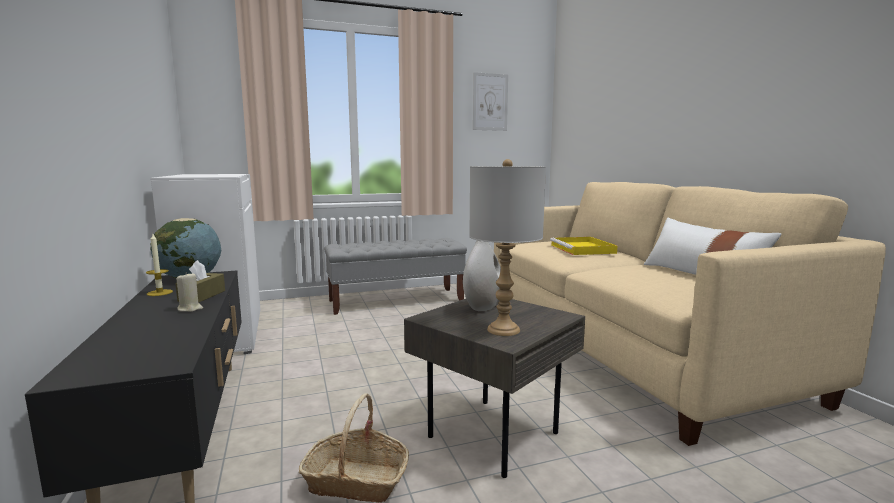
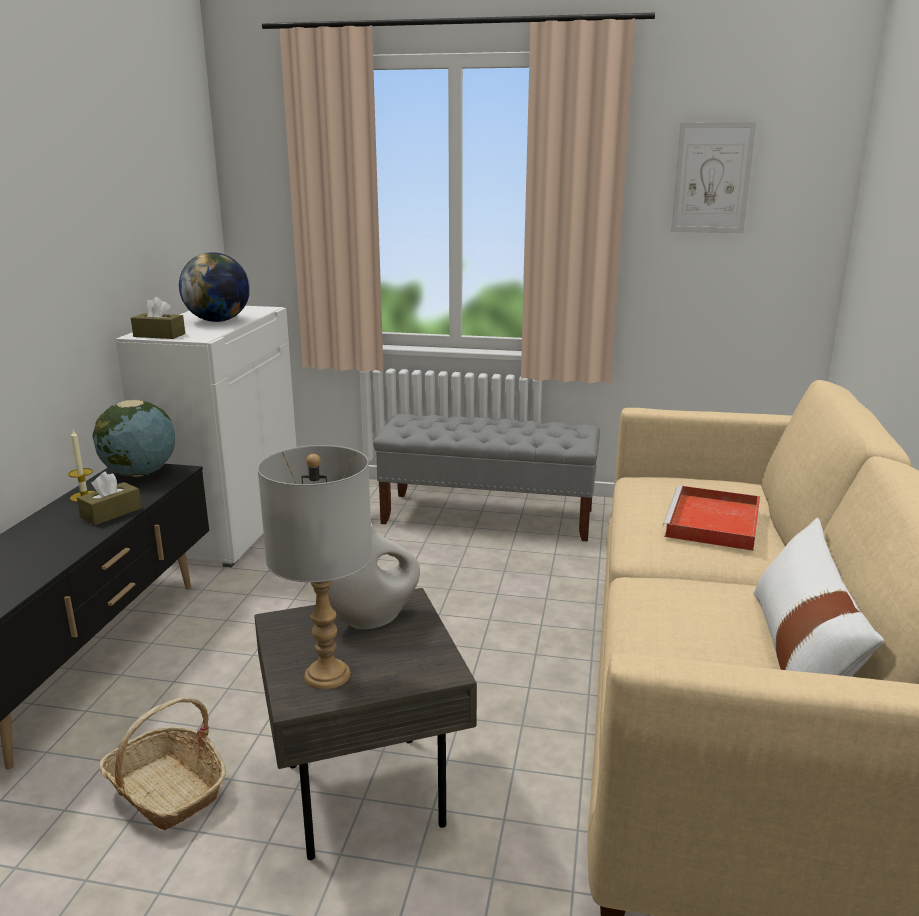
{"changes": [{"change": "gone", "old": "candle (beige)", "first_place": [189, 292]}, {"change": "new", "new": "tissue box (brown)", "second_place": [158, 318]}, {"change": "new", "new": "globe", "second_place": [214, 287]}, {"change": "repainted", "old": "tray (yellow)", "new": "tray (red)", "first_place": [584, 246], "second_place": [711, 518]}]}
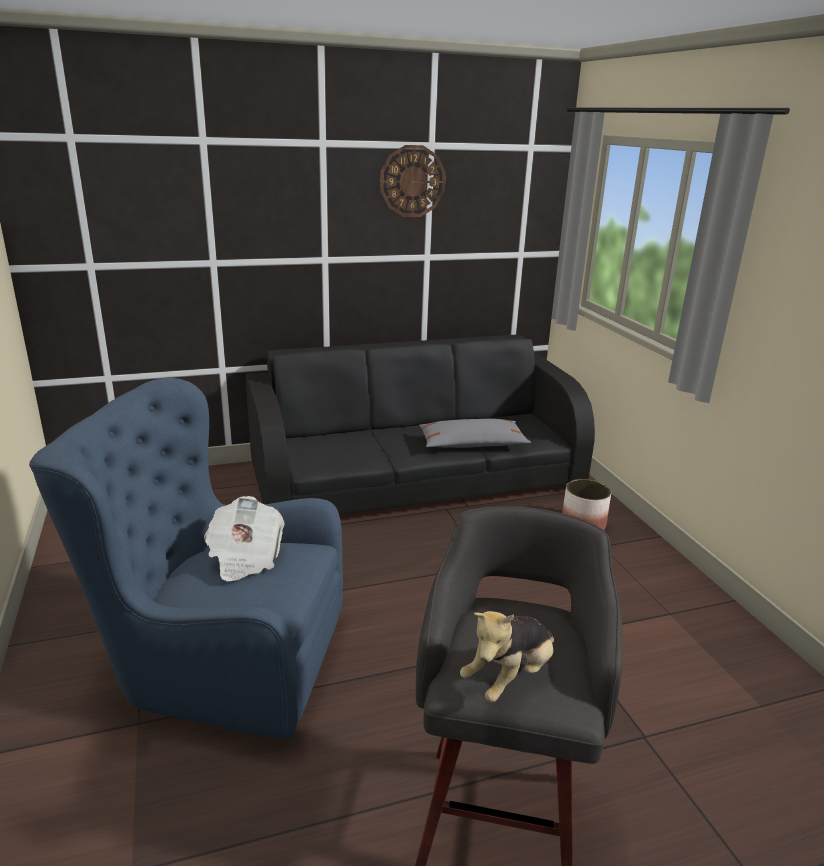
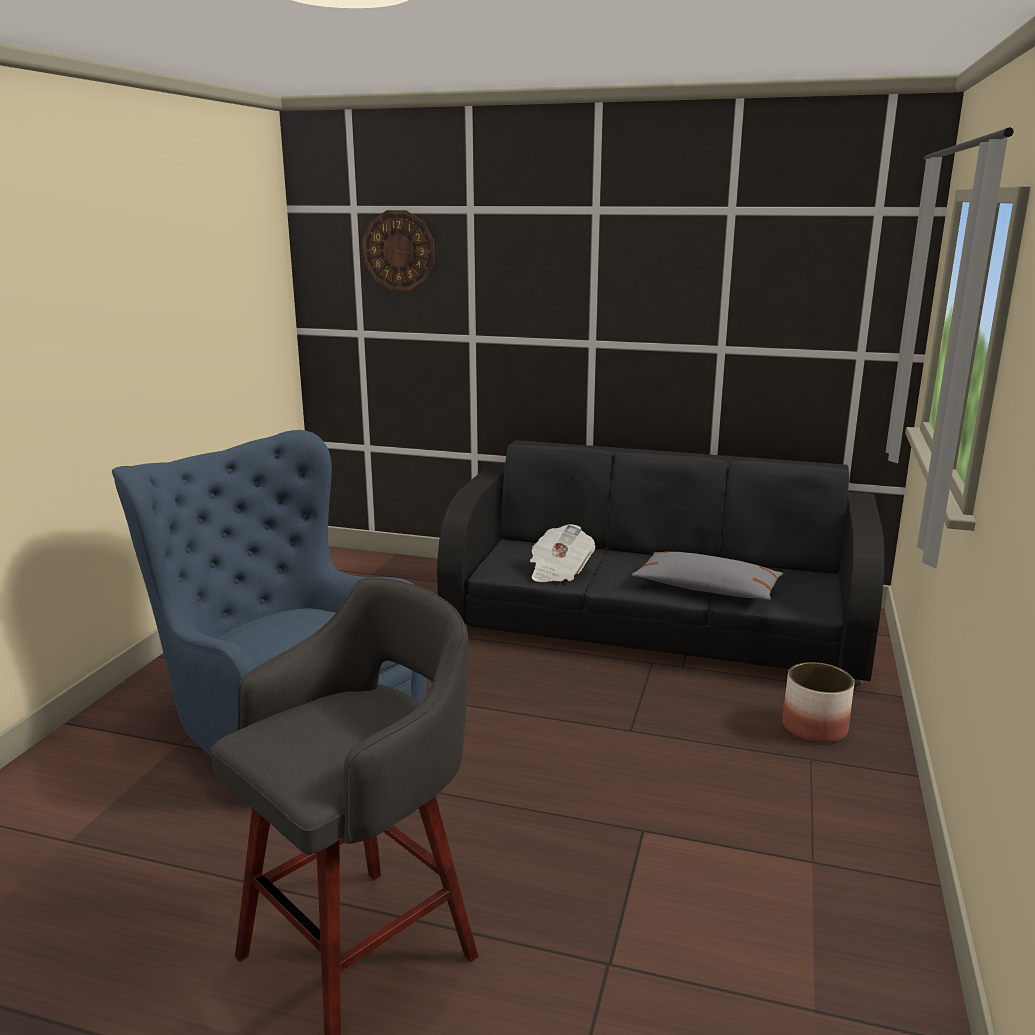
{"changes": [{"change": "gone", "old": "plush toy", "first_place": [507, 657]}, {"change": "shifted", "old": "newspaper", "first_place": [244, 539], "second_place": [562, 553]}, {"change": "shifted", "old": "wall clock", "first_place": [413, 181], "second_place": [398, 250]}]}
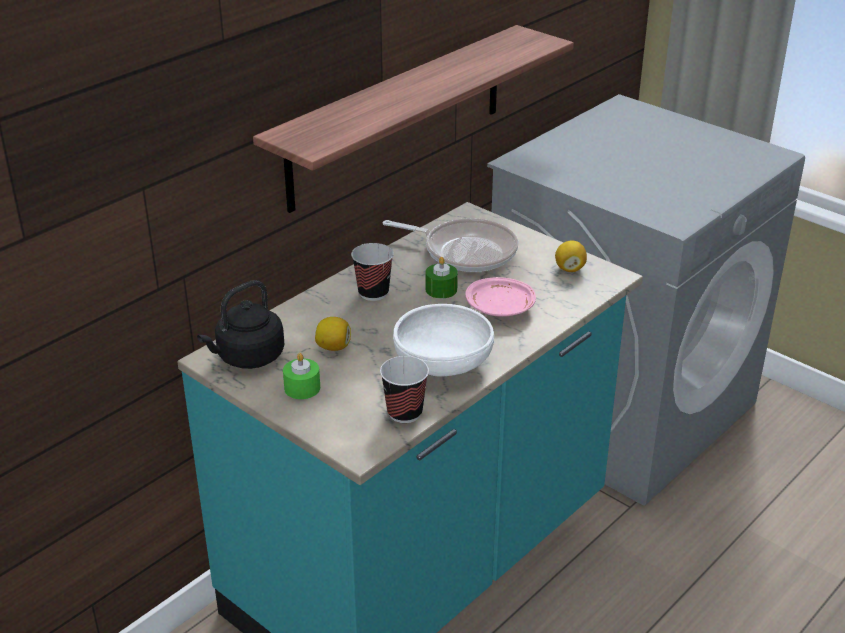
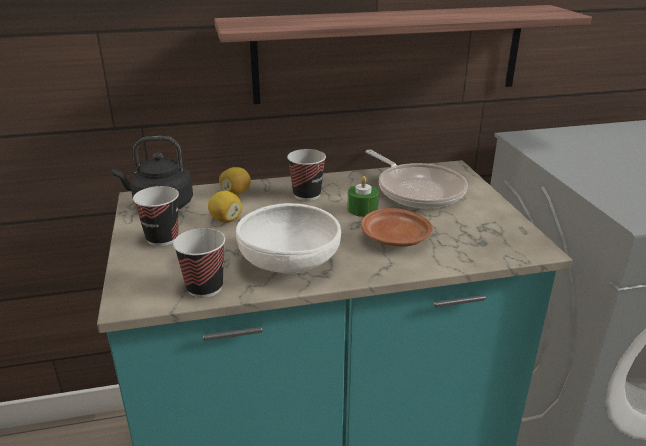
{"changes": [{"change": "shifted", "old": "lemon", "first_place": [571, 256], "second_place": [235, 181]}, {"change": "swapped", "old": "candle (green)", "new": "cup", "first_place": [301, 376], "second_place": [156, 216]}, {"change": "repainted", "old": "plate (pink)", "new": "plate (brown)", "first_place": [500, 297], "second_place": [397, 227]}]}
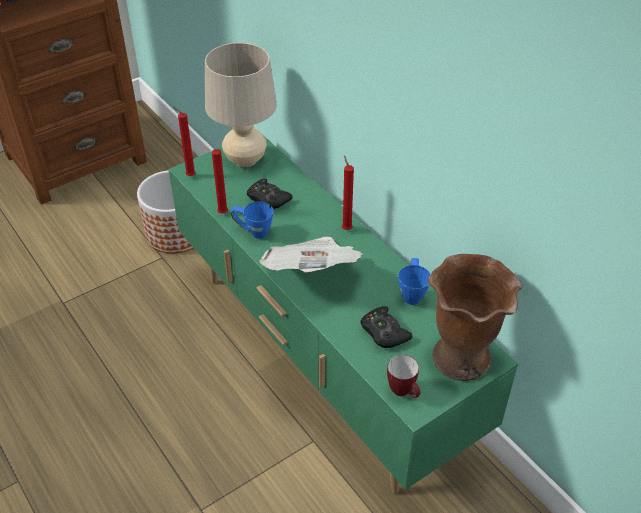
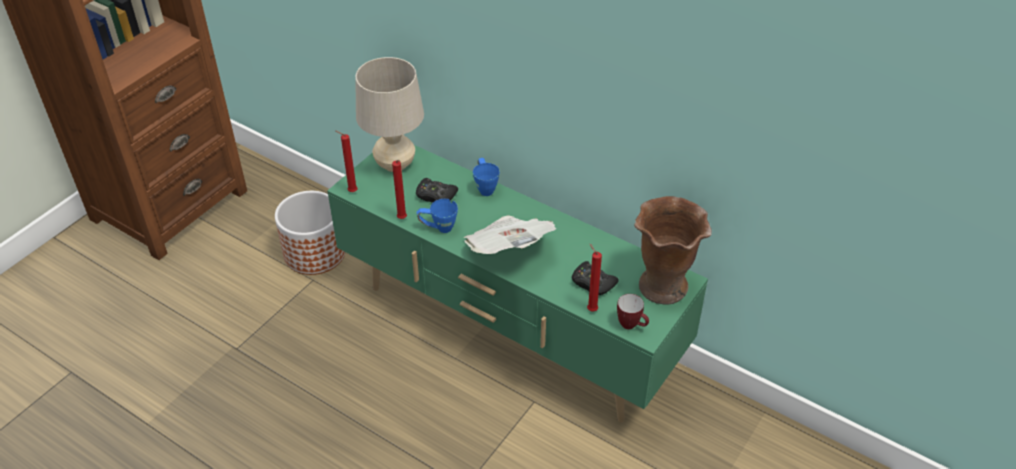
{"changes": [{"change": "shifted", "old": "candle (red)", "first_place": [348, 192], "second_place": [594, 277]}, {"change": "shifted", "old": "mug (blue)", "first_place": [414, 281], "second_place": [486, 177]}]}
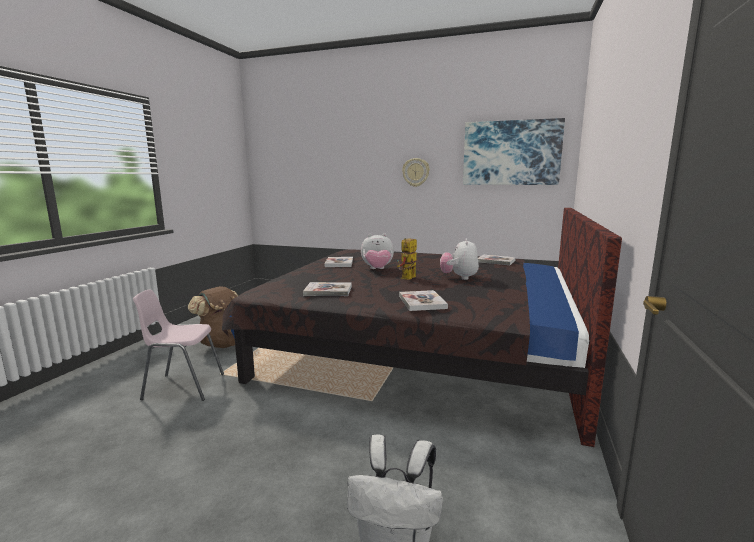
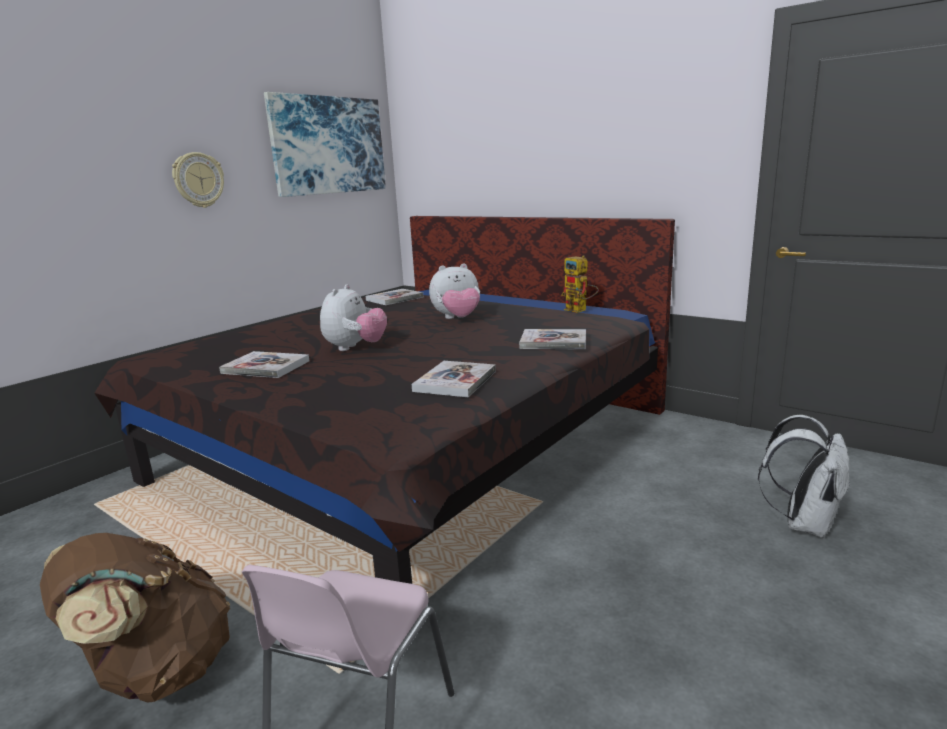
{"changes": [{"change": "shifted", "old": "toy robot", "first_place": [407, 259], "second_place": [580, 284]}, {"change": "rotated", "old": "plush toy", "first_place": [459, 259], "second_place": [454, 291], "degrees": -45}]}
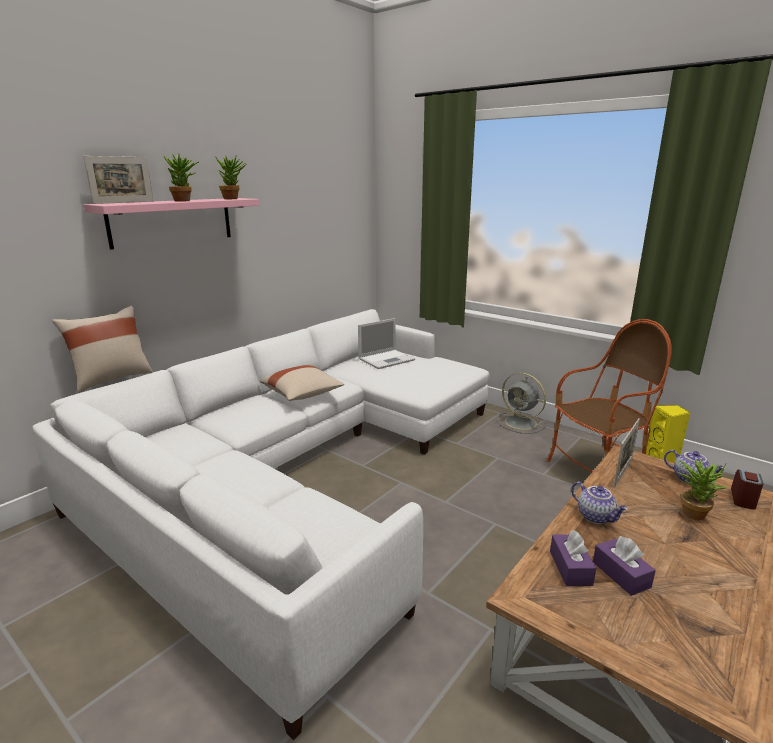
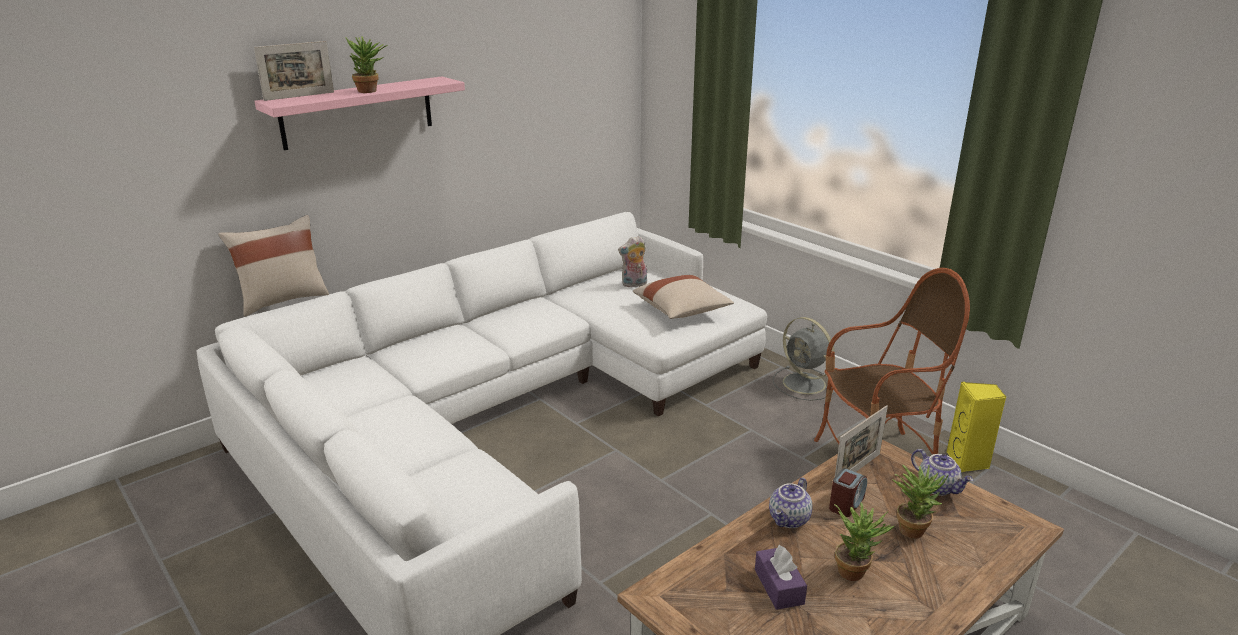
{"changes": [{"change": "gone", "old": "tissue box (purple)", "first_place": [573, 558]}, {"change": "shifted", "old": "potted plant", "first_place": [231, 177], "second_place": [864, 541]}, {"change": "shifted", "old": "pillow (beige)", "first_place": [302, 383], "second_place": [683, 297]}, {"change": "shifted", "old": "alarm clock", "first_place": [747, 489], "second_place": [848, 492]}, {"change": "swapped", "old": "laptop", "new": "plush toy", "first_place": [386, 343], "second_place": [632, 261]}, {"change": "rotated", "old": "teapot", "first_place": [599, 503], "second_place": [791, 502], "degrees": 60}]}
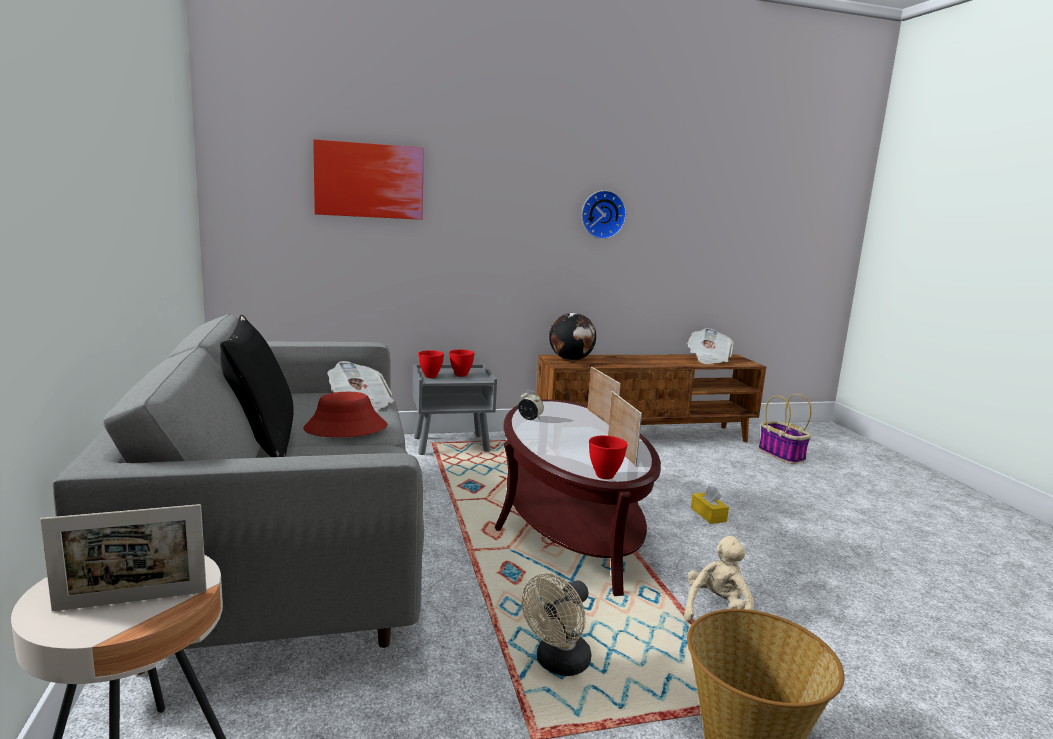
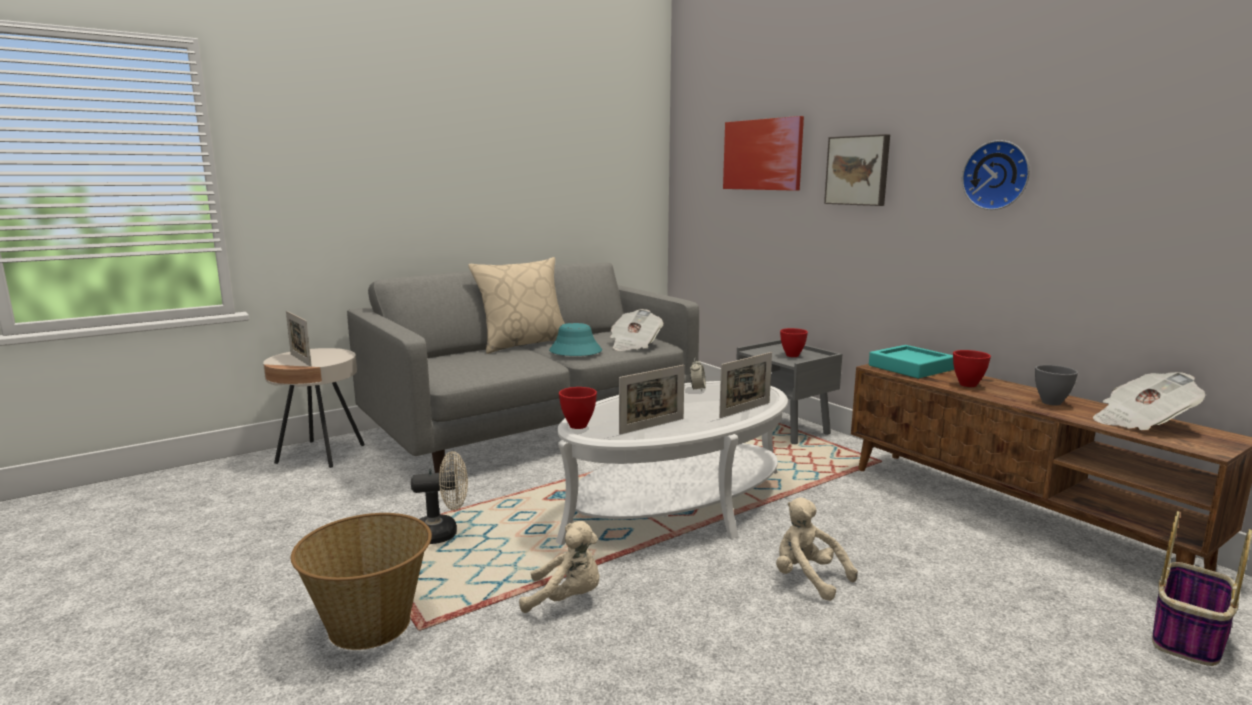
{"changes": [{"change": "new", "new": "picture", "second_place": [857, 170]}, {"change": "new", "new": "bowl (grey)", "second_place": [1056, 385]}, {"change": "shifted", "old": "bowl (red)", "first_place": [431, 364], "second_place": [972, 368]}, {"change": "swapped", "old": "globe", "new": "tray (turquoise)", "first_place": [572, 337], "second_place": [911, 361]}, {"change": "swapped", "old": "tissue box (yellow)", "new": "plush toy (beige)", "first_place": [710, 505], "second_place": [817, 549]}, {"change": "repainted", "old": "pillow (black)", "new": "pillow (beige)", "first_place": [257, 386], "second_place": [516, 305]}, {"change": "repainted", "old": "hat (red)", "new": "hat (turquoise)", "first_place": [345, 414], "second_place": [575, 339]}, {"change": "repainted", "old": "coffee table (brown)", "new": "coffee table (white)", "first_place": [578, 497], "second_place": [672, 463]}, {"change": "rotated", "old": "fan (beige)", "first_place": [556, 624], "second_place": [439, 497], "degrees": 150}]}
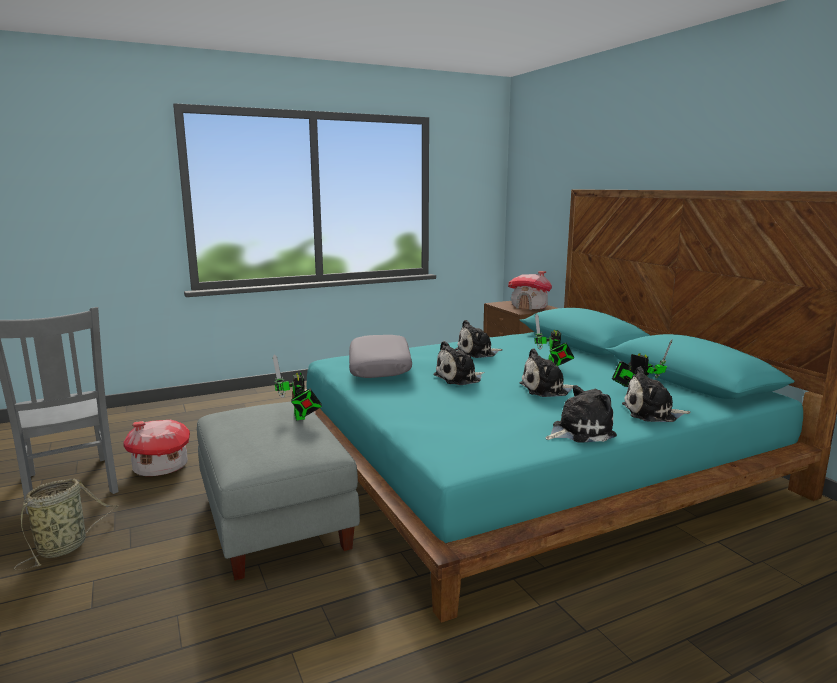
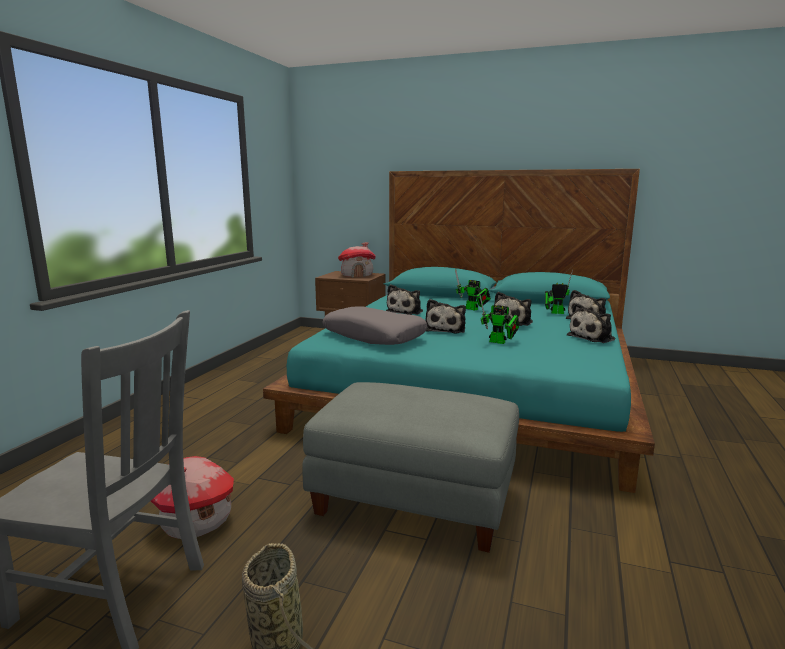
{"changes": [{"change": "shifted", "old": "toy robot", "first_place": [297, 387], "second_place": [499, 318]}, {"change": "rotated", "old": "plush toy", "first_place": [581, 414], "second_place": [591, 323], "degrees": -150}]}
